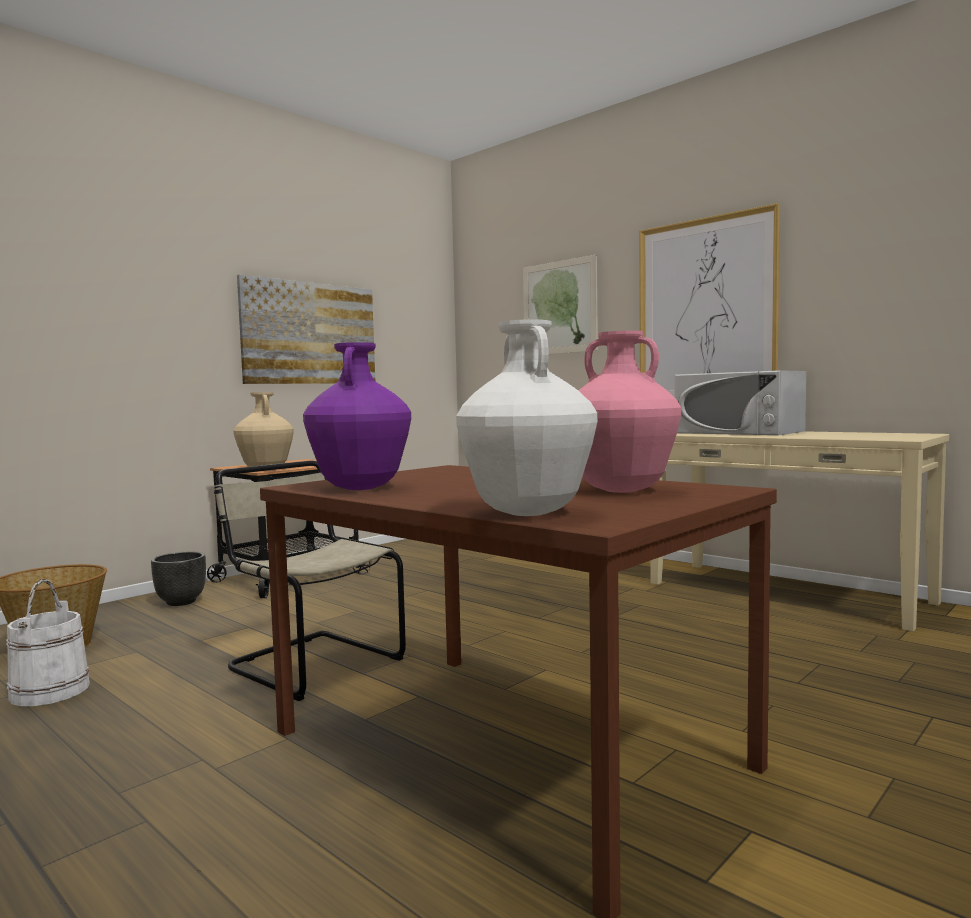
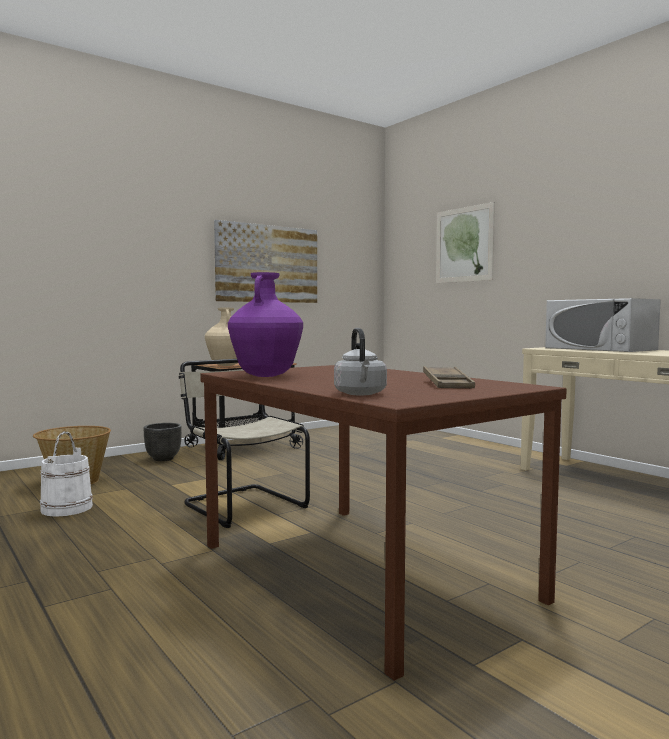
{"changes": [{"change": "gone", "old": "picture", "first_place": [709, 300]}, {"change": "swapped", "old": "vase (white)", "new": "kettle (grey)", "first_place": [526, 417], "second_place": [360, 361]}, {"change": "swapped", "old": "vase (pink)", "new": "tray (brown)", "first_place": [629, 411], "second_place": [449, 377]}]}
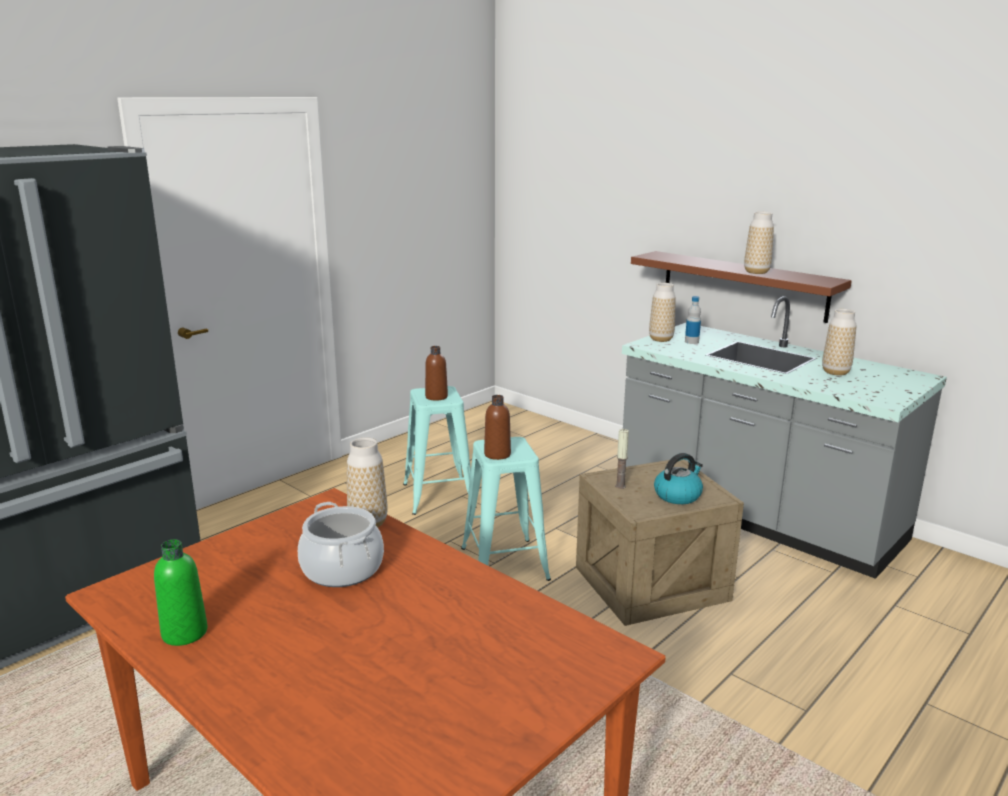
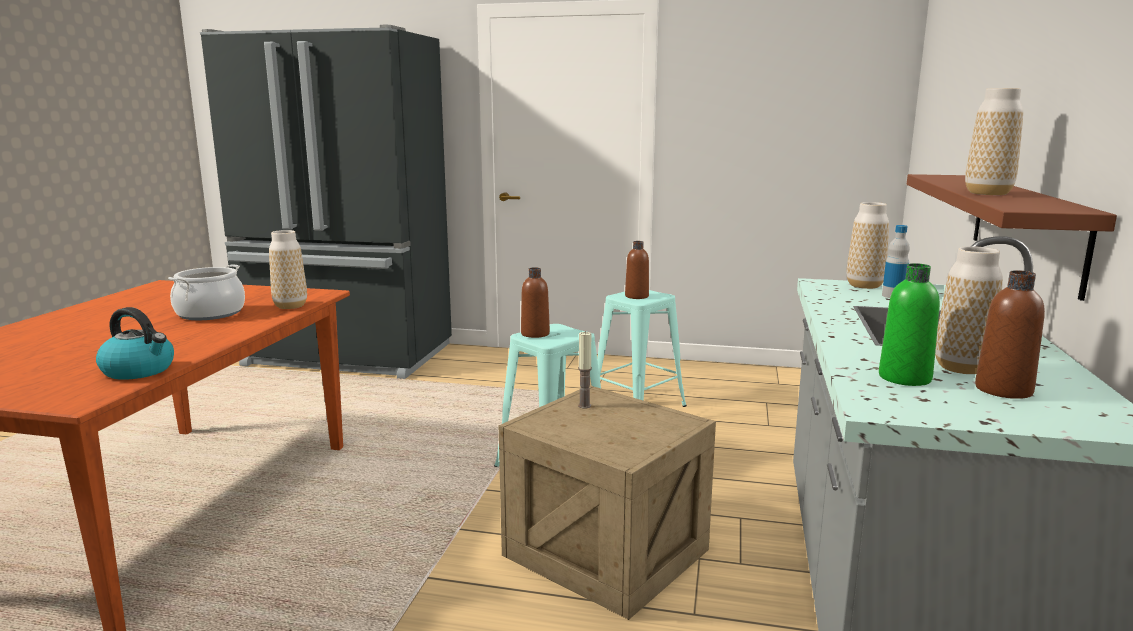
{"changes": [{"change": "new", "new": "bottle (brown)", "second_place": [1010, 334]}, {"change": "shifted", "old": "bottle (green)", "first_place": [181, 592], "second_place": [909, 324]}, {"change": "shifted", "old": "kettle", "first_place": [678, 478], "second_place": [135, 343]}]}
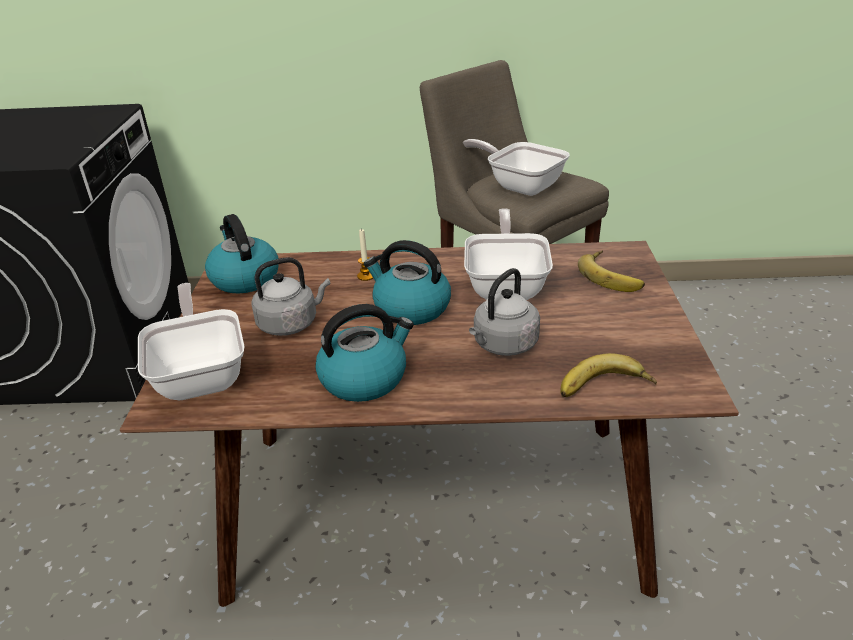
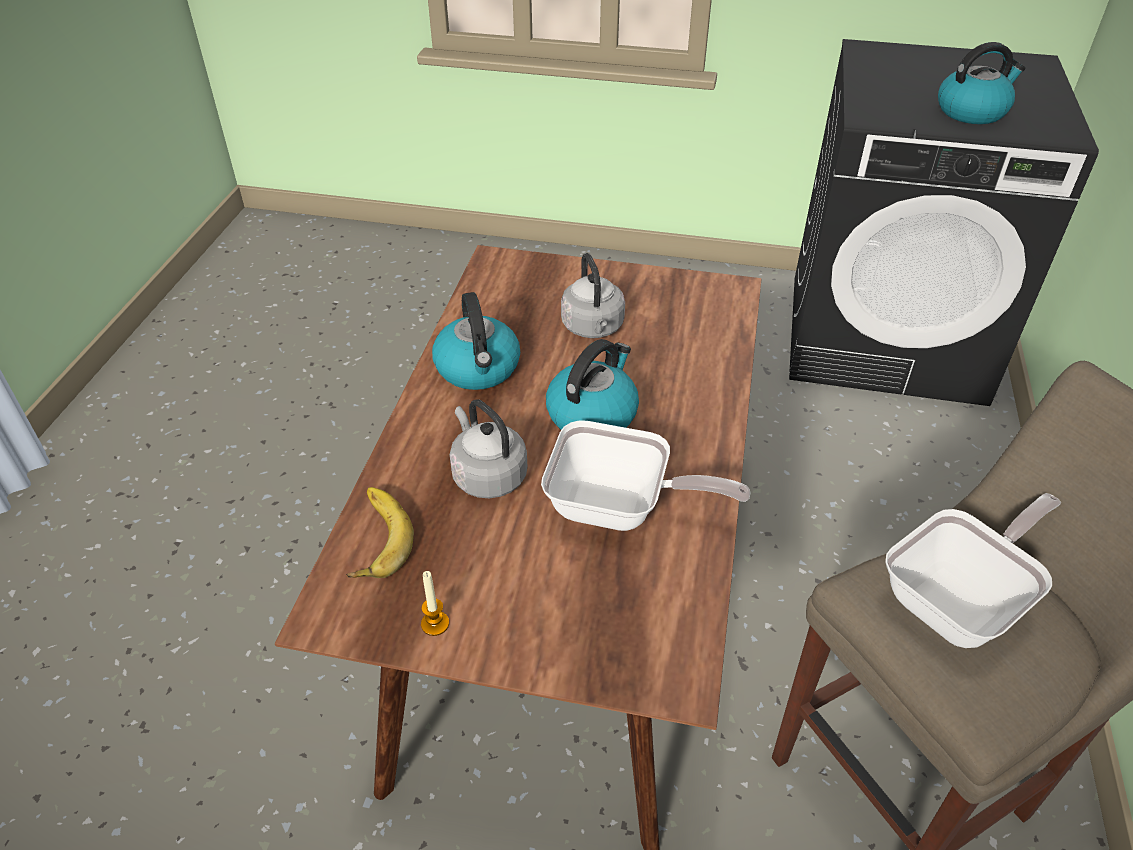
{"changes": [{"change": "gone", "old": "frying pan", "first_place": [191, 341]}, {"change": "gone", "old": "banana", "first_place": [611, 271]}, {"change": "shifted", "old": "kettle", "first_place": [242, 253], "second_place": [982, 83]}, {"change": "shifted", "old": "candle", "first_place": [365, 254], "second_place": [435, 603]}]}
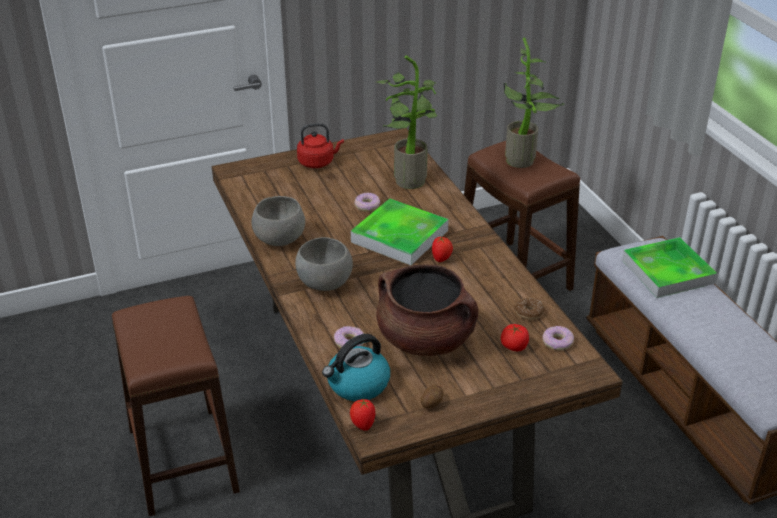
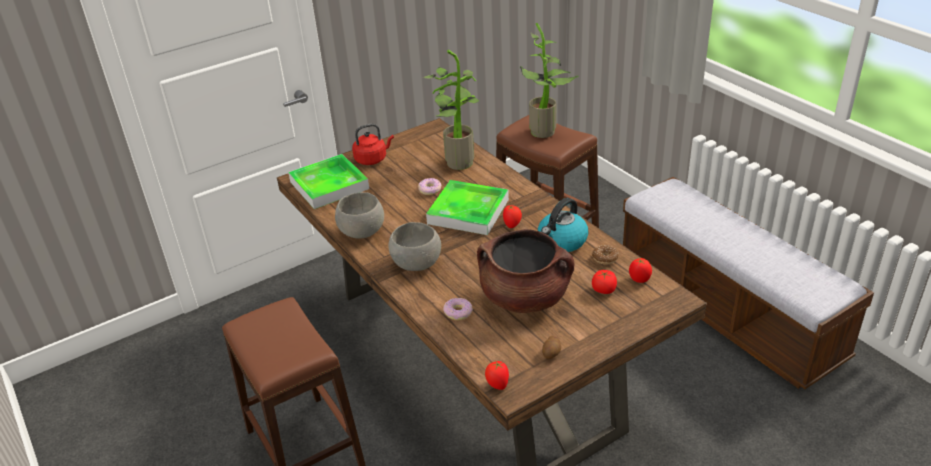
{"changes": [{"change": "shifted", "old": "kettle", "first_place": [356, 367], "second_place": [563, 225]}, {"change": "shifted", "old": "tray", "first_place": [669, 267], "second_place": [328, 181]}, {"change": "swapped", "old": "donut", "new": "tomato", "first_place": [558, 338], "second_place": [640, 270]}]}
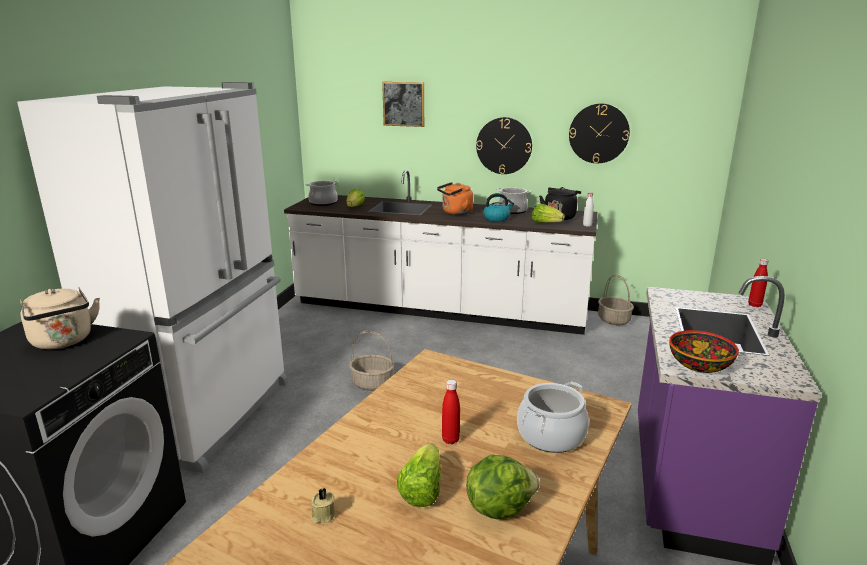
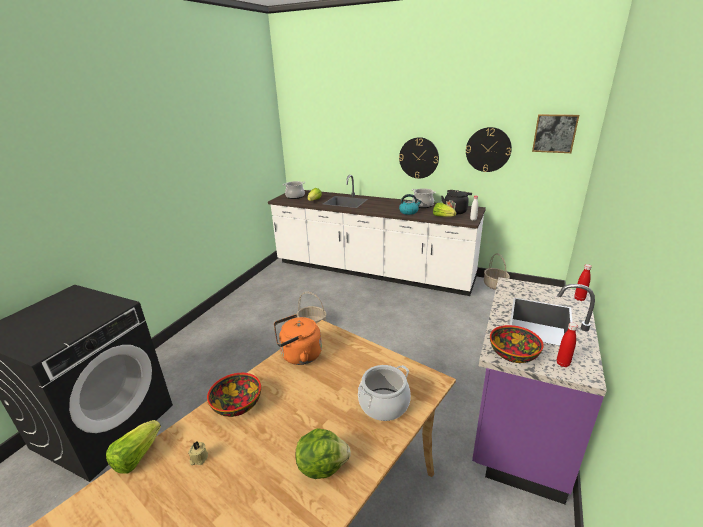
{"changes": [{"change": "gone", "old": "fridge (white)", "first_place": [152, 277]}, {"change": "gone", "old": "kettle (beige)", "first_place": [60, 318]}, {"change": "new", "new": "bowl", "second_place": [234, 395]}, {"change": "shifted", "old": "picture", "first_place": [403, 104], "second_place": [555, 133]}, {"change": "shifted", "old": "lettuce", "first_place": [419, 475], "second_place": [133, 447]}, {"change": "shifted", "old": "kettle (orange)", "first_place": [455, 198], "second_place": [298, 339]}, {"change": "shifted", "old": "bottle (red)", "first_place": [451, 412], "second_place": [567, 345]}]}
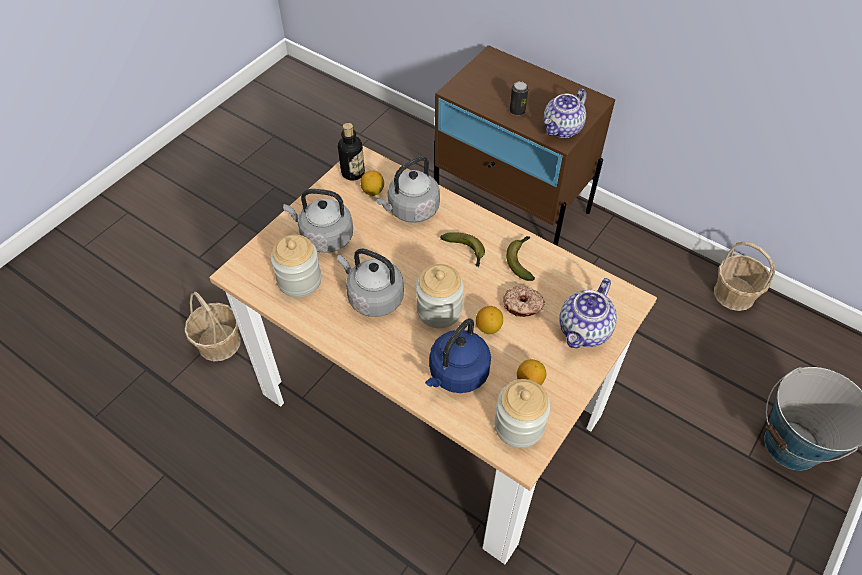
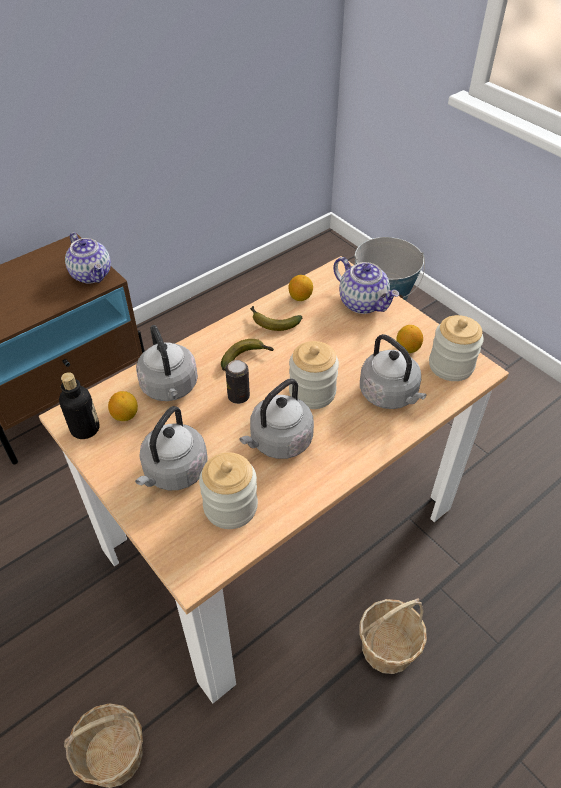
{"changes": [{"change": "gone", "old": "donut", "first_place": [524, 301]}, {"change": "shifted", "old": "lemon", "first_place": [489, 320], "second_place": [300, 288]}, {"change": "shifted", "old": "can", "first_place": [519, 98], "second_place": [237, 382]}, {"change": "shifted", "old": "basket", "first_place": [744, 276], "second_place": [393, 636]}, {"change": "repainted", "old": "kettle (blue)", "new": "kettle (grey)", "first_place": [458, 355], "second_place": [393, 371]}]}
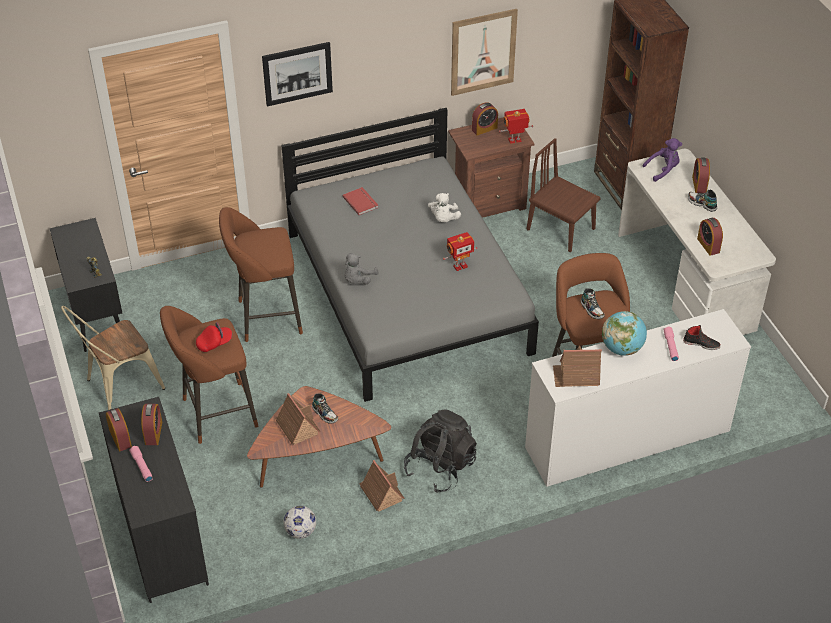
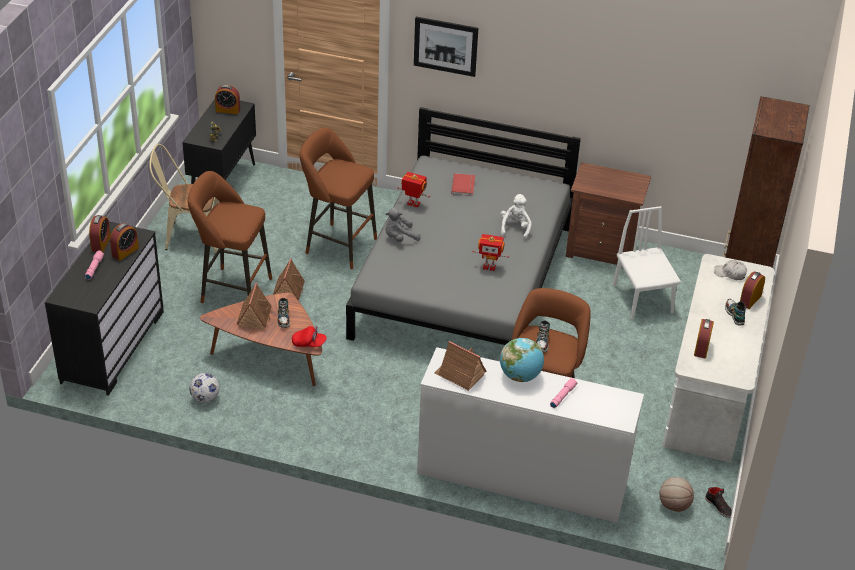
{"changes": [{"change": "gone", "old": "backpack (black)", "first_place": [440, 451]}, {"change": "gone", "old": "picture", "first_place": [484, 52]}, {"change": "new", "new": "basketball", "second_place": [676, 494]}, {"change": "shifted", "old": "cap (red)", "first_place": [214, 337], "second_place": [309, 336]}, {"change": "shifted", "old": "toy house", "first_place": [382, 486], "second_place": [289, 279]}, {"change": "shifted", "old": "alarm clock", "first_place": [485, 118], "second_place": [227, 99]}, {"change": "shifted", "old": "toy robot", "first_place": [516, 126], "second_place": [413, 190]}, {"change": "shifted", "old": "shoe (black)", "first_place": [701, 337], "second_place": [718, 502]}, {"change": "swapped", "old": "plush toy (purple)", "new": "cap (white)", "first_place": [662, 160], "second_place": [730, 270]}, {"change": "repainted", "old": "chair (brown)", "new": "chair (white)", "first_place": [563, 195], "second_place": [646, 263]}, {"change": "rotated", "old": "plush toy (white)", "first_place": [444, 207], "second_place": [516, 217], "degrees": 150}]}
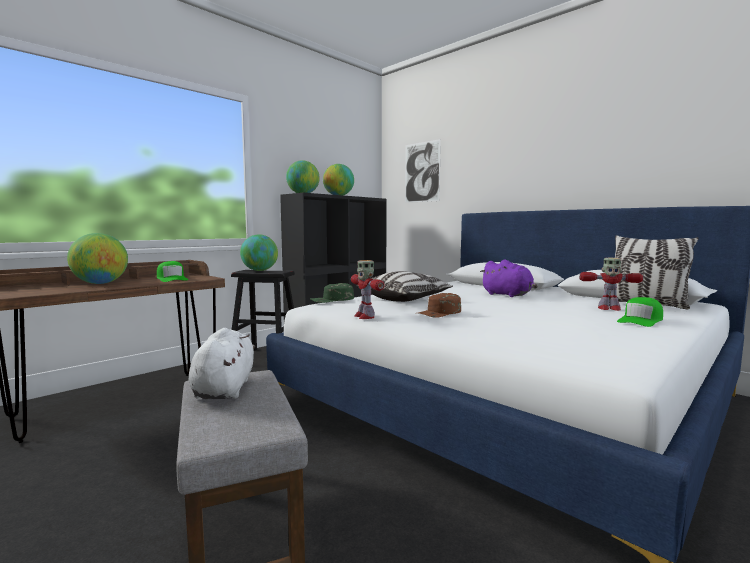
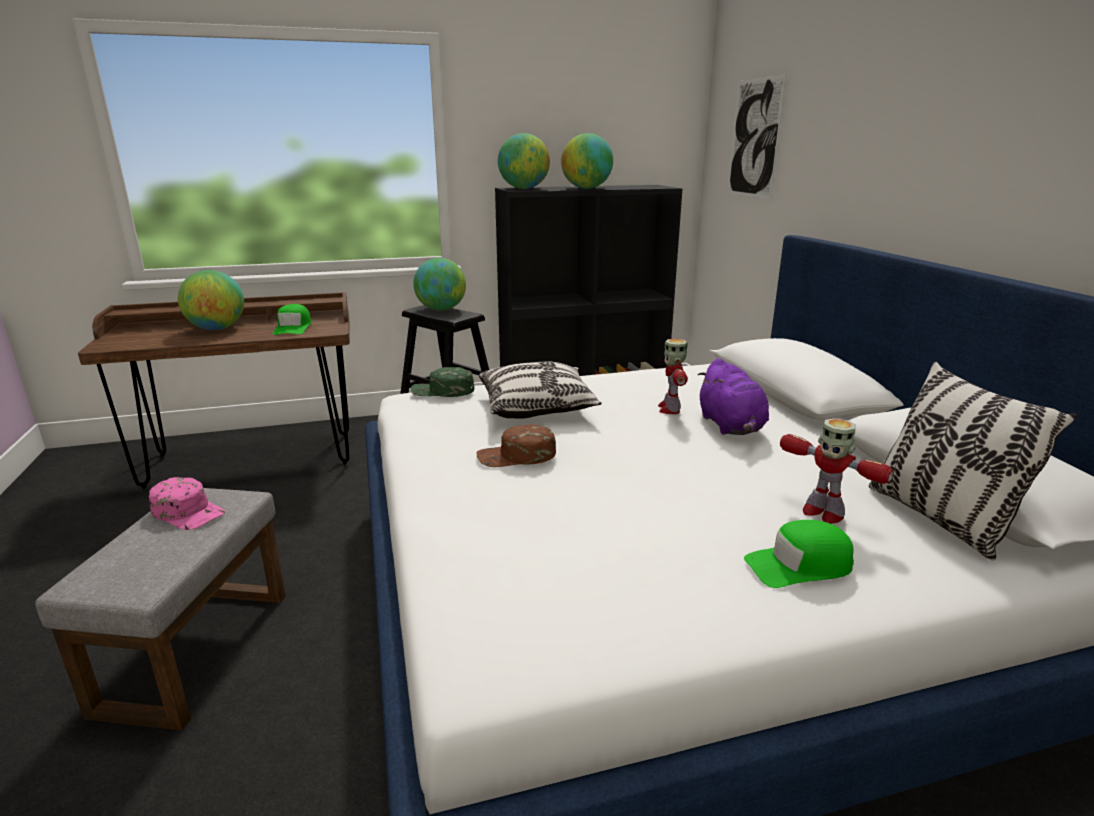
{"changes": [{"change": "shifted", "old": "toy robot", "first_place": [368, 289], "second_place": [673, 376]}, {"change": "swapped", "old": "plush toy (white)", "new": "cap (pink)", "first_place": [221, 363], "second_place": [187, 503]}]}
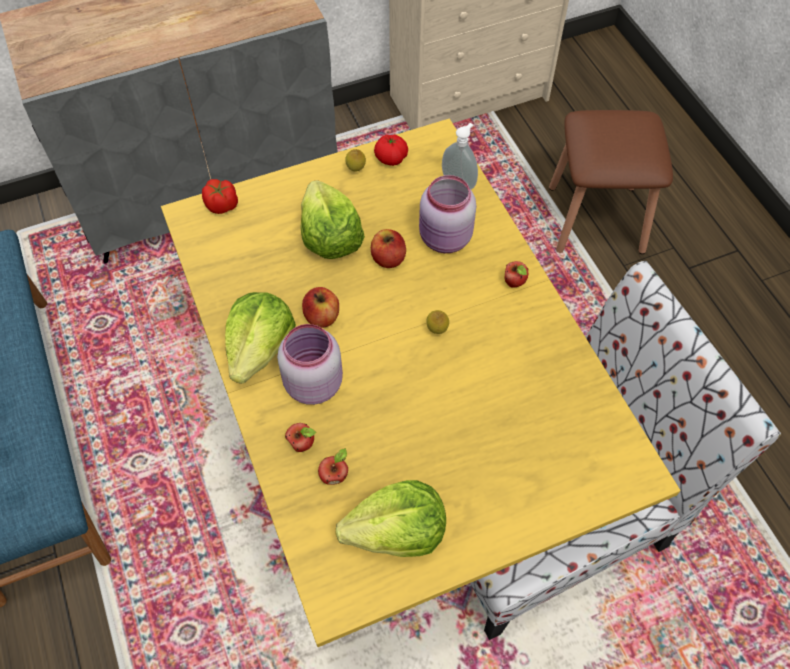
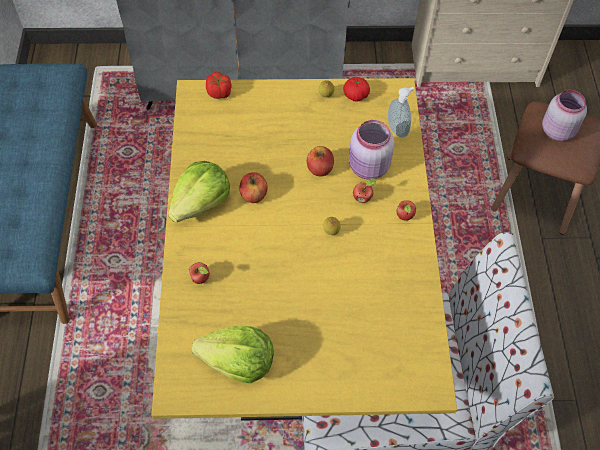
{"changes": [{"change": "gone", "old": "lettuce", "first_place": [332, 219]}, {"change": "shifted", "old": "jar (pink)", "first_place": [310, 364], "second_place": [564, 115]}, {"change": "shifted", "old": "apple", "first_place": [333, 466], "second_place": [364, 191]}]}
